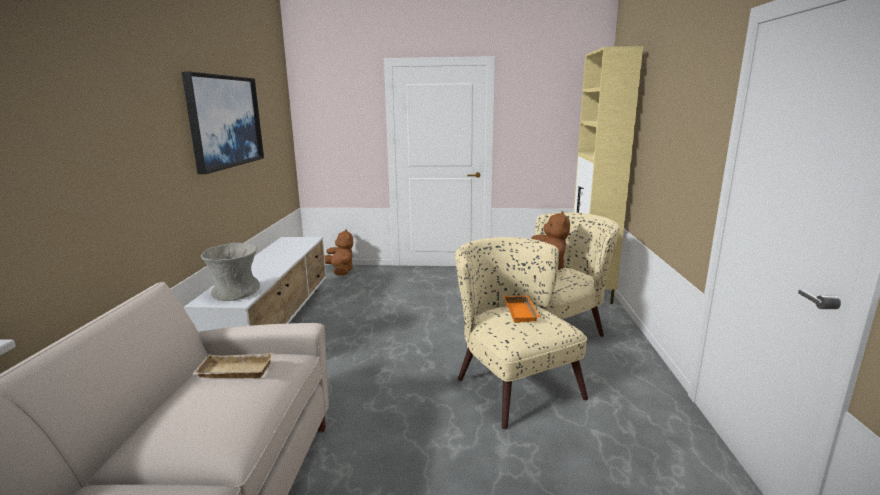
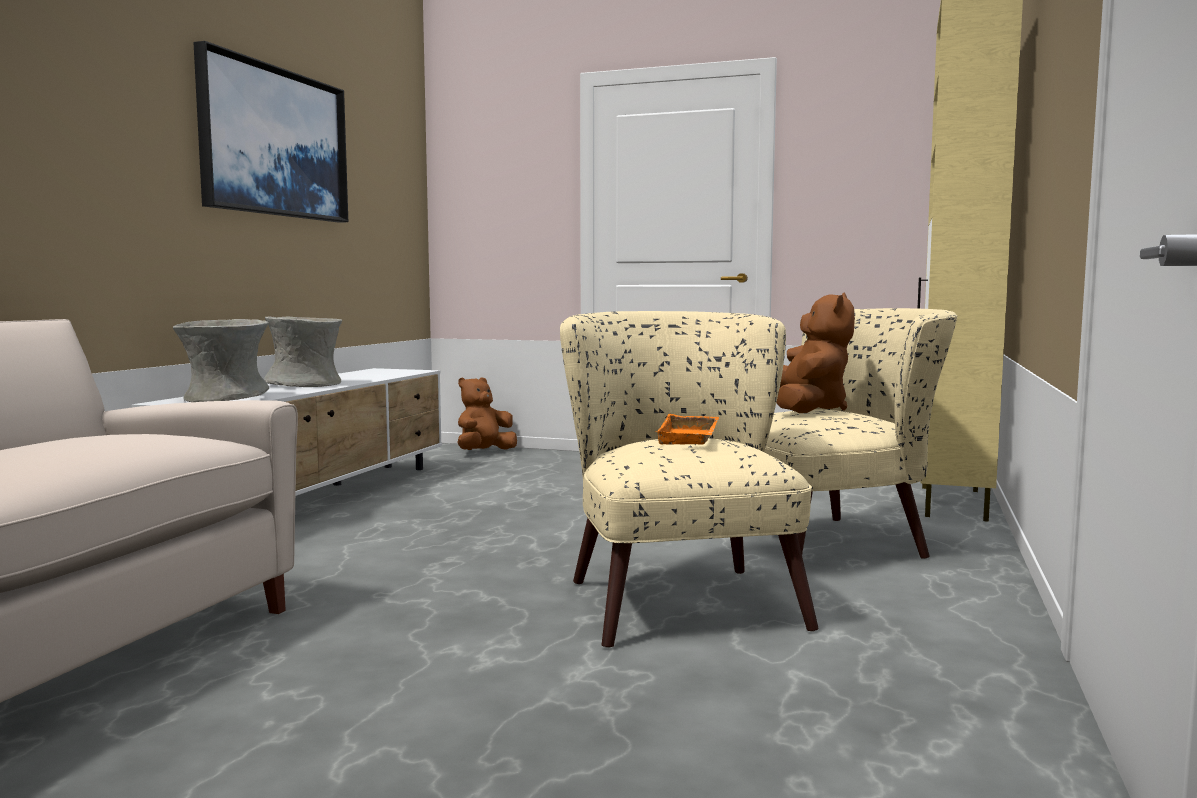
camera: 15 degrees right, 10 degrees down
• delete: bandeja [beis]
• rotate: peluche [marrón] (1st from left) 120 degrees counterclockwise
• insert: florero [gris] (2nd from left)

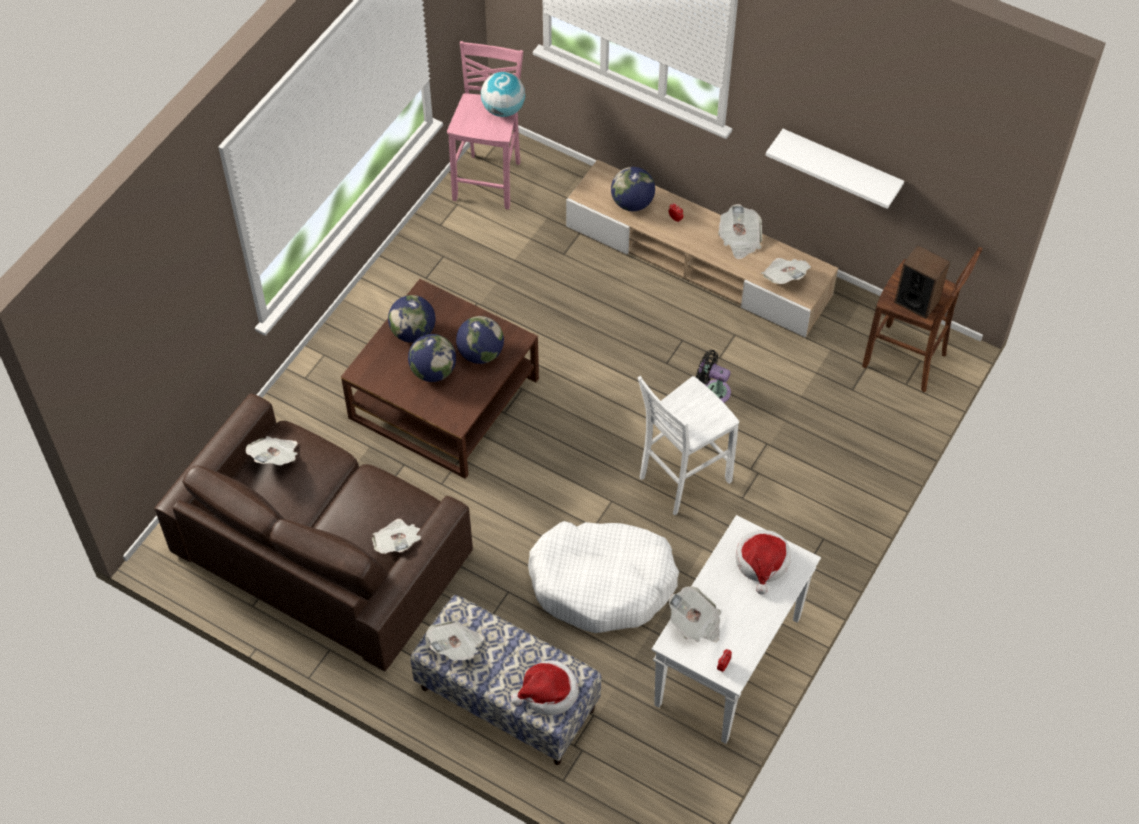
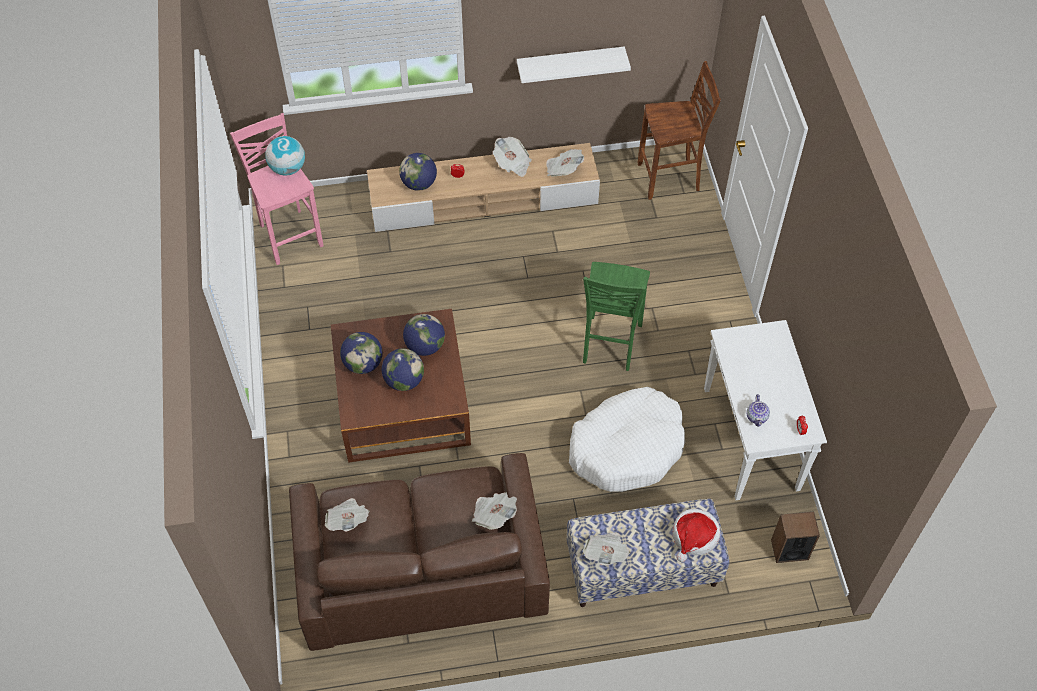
camera: 40 degrees left, 0 degrees up
• recolor: taburete [blanco] to taburete [verde]
• replace: periódico (4th from left) to tetera
• delete: ventilador [negro]
• delete: sombrero (2nd from left)
• move: altavoz

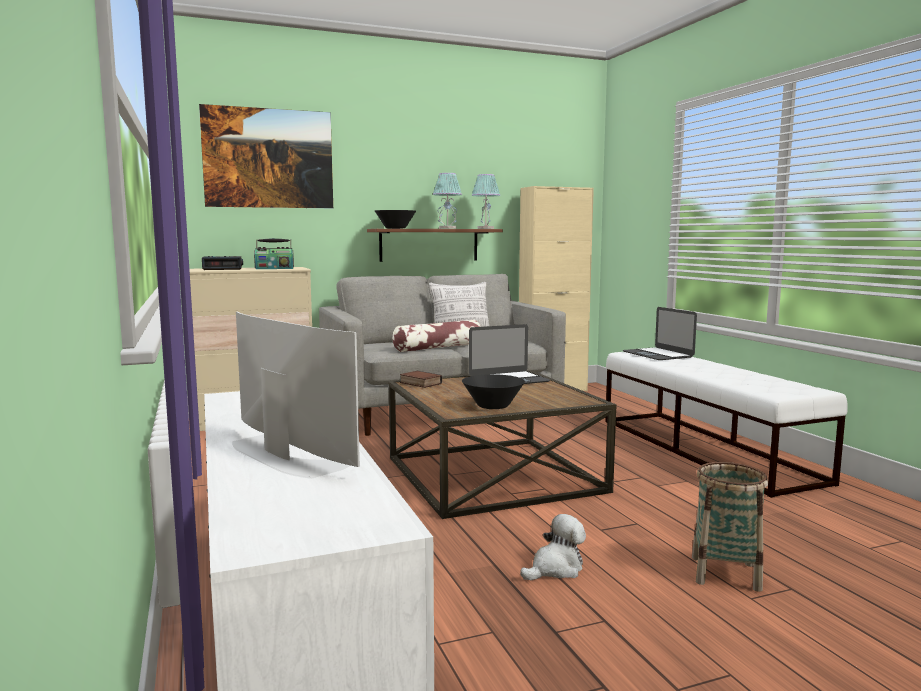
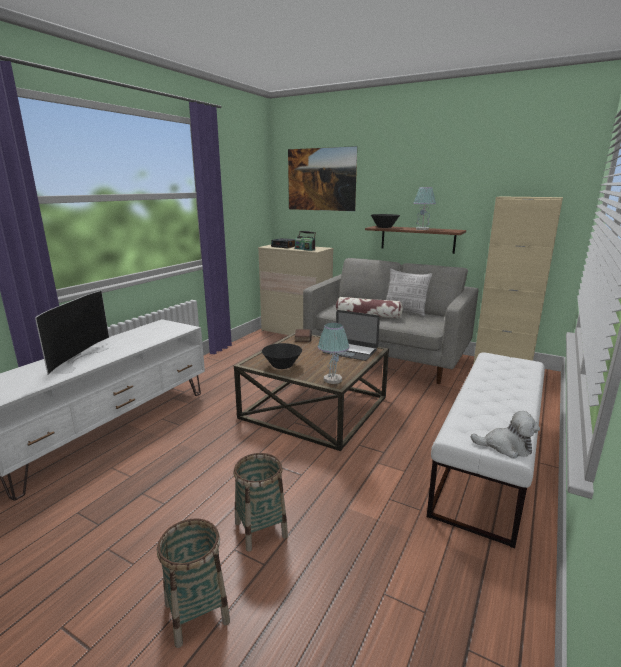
camera: 50 degrees right, 10 degrees up
• move: lámpara de mesa (2nd from left in the first image) to lámpara de mesa (1st from left)
• move: peluche
• delete: portátil (2nd from left)
• insert: cesta (1st from left)

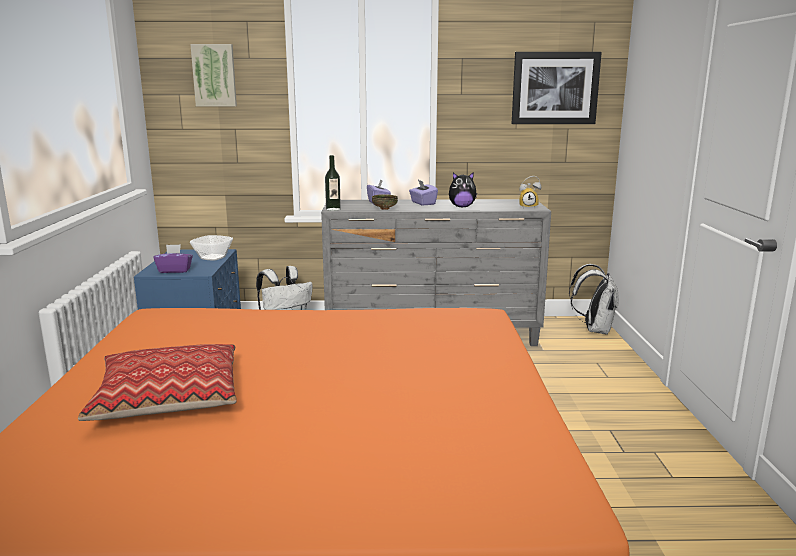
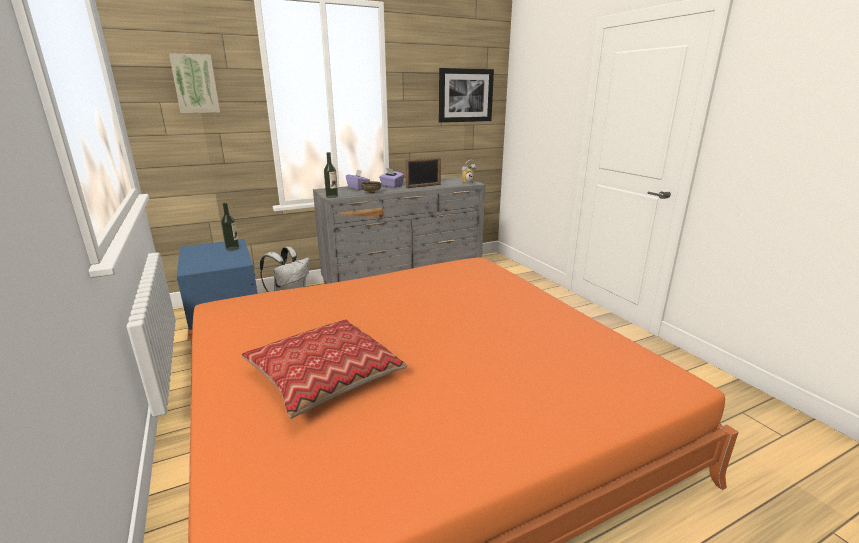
camera: 25 degrees left, 5 degrees up
• delete: caja de pañuelos [morado] (1st from left)
• replace: cuenco (1st from left) to botella (1st from left)
• replace: peluche to portarretratos
• delete: mochila [blanco] (2nd from left)

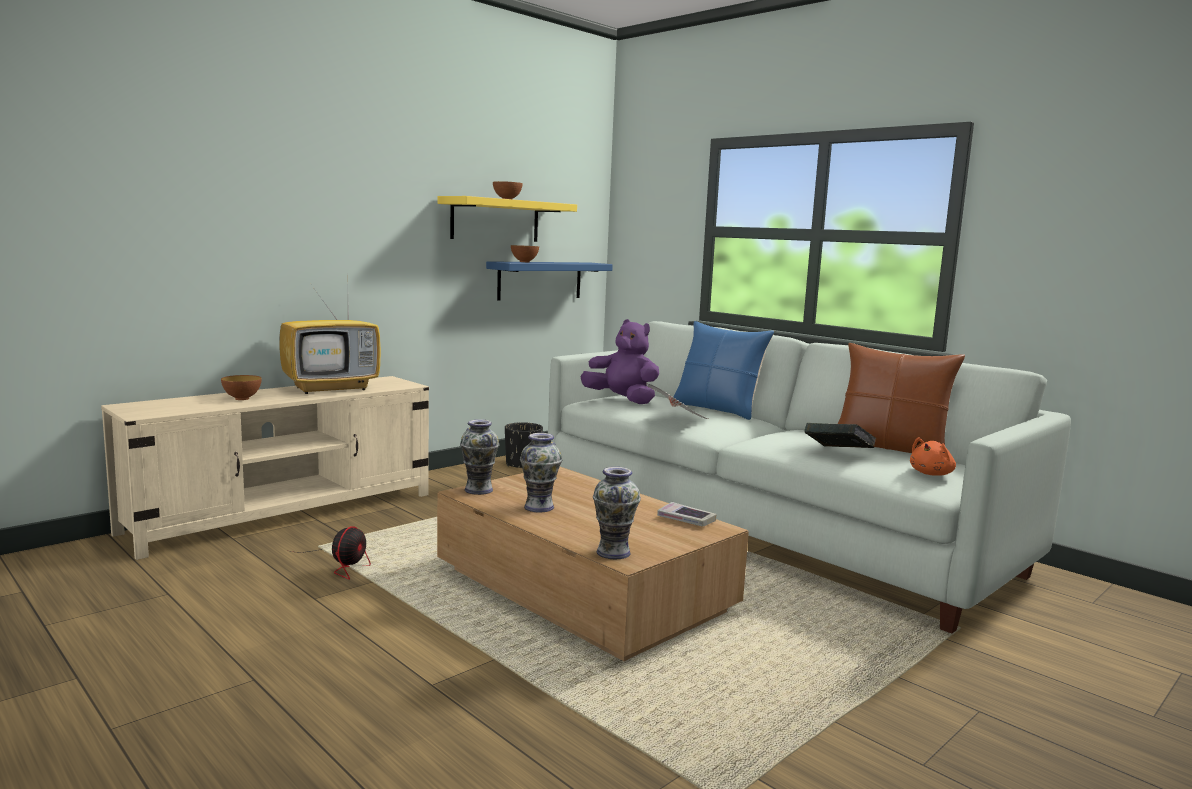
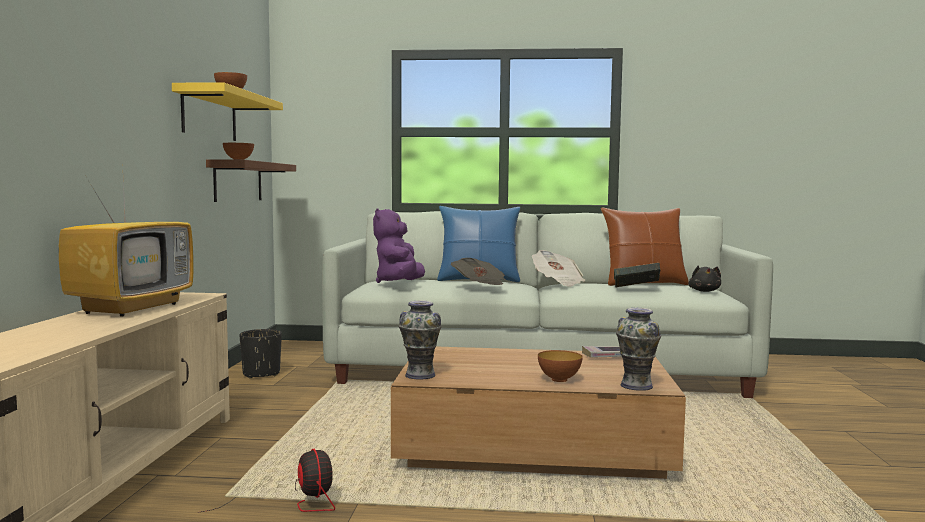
camera: 40 degrees left, 5 degrees down
• move: cuenco (1st from left in the first image) to cuenco (3rd from left)
• recolor: estante [azul] to estante [marrón]
• delete: florero (2nd from left)
• rotate: peluche [morado] 75 degrees counterclockwise
• recolor: peluche [naranja] to peluche [negro]
• insert: periódico (2nd from left)

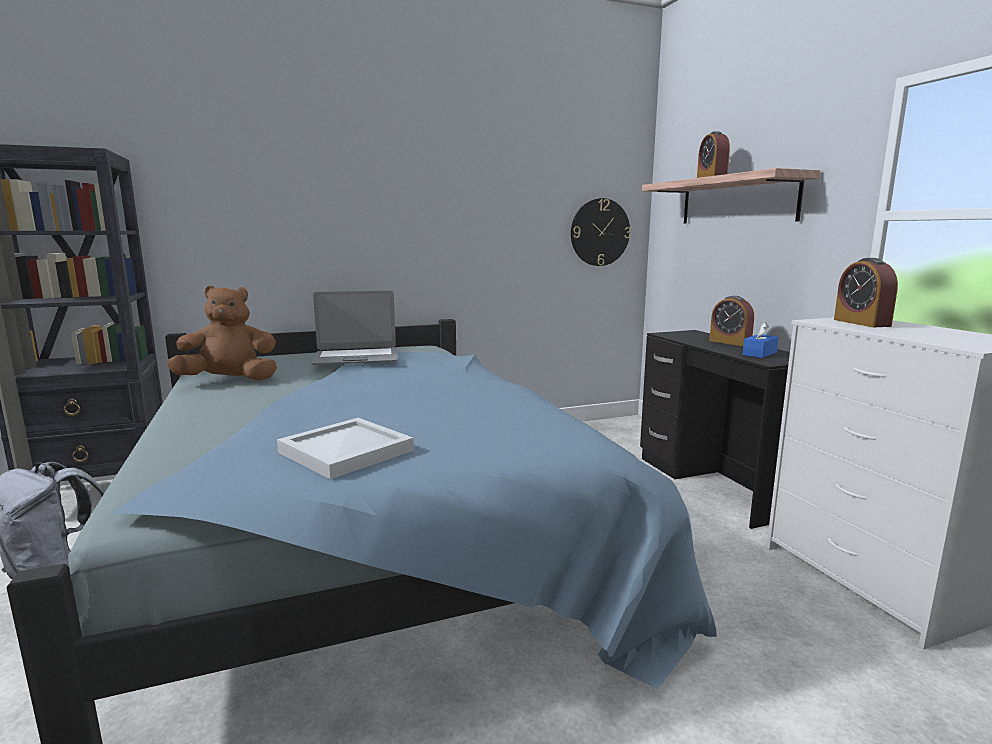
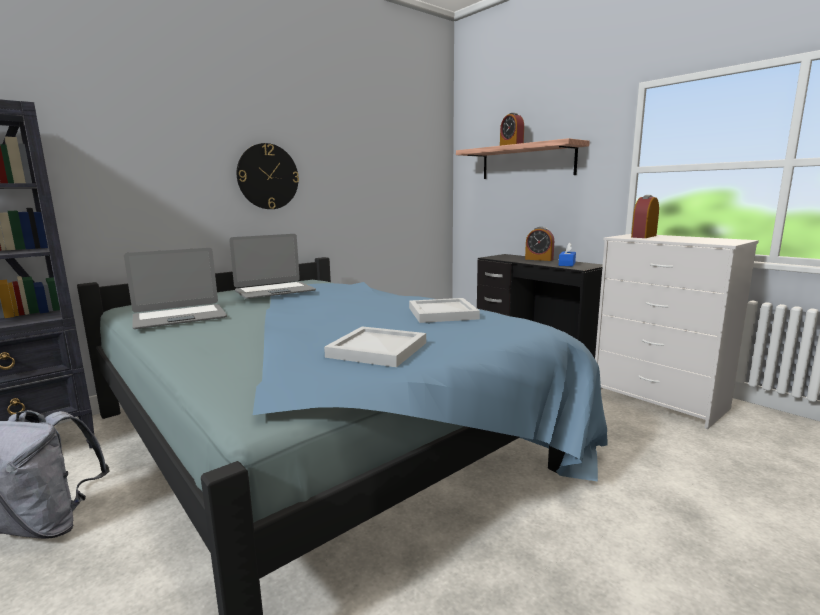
camera: 20 degrees left, 0 degrees up
• replace: peluche [marrón] to portátil (1st from left)
• move: reloj de pared
• rotate: despertador (3rd from left) 75 degrees clockwise
• insert: bandeja [blanco] (2nd from left)

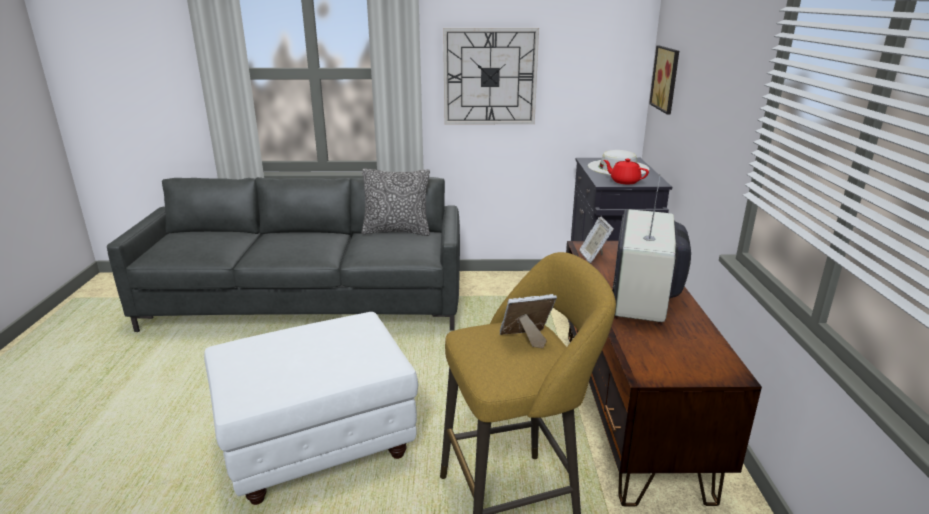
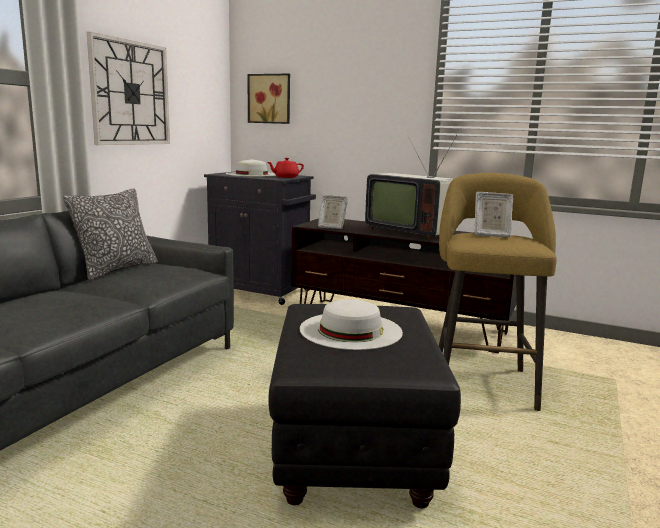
camera: 65 degrees left, 10 degrees down
• recolor: puf [blanco] to puf [negro]
• rotate: portarretratos (1st from left in the first image) 90 degrees counterclockwise
• insert: sombrero [blanco] (2nd from left)

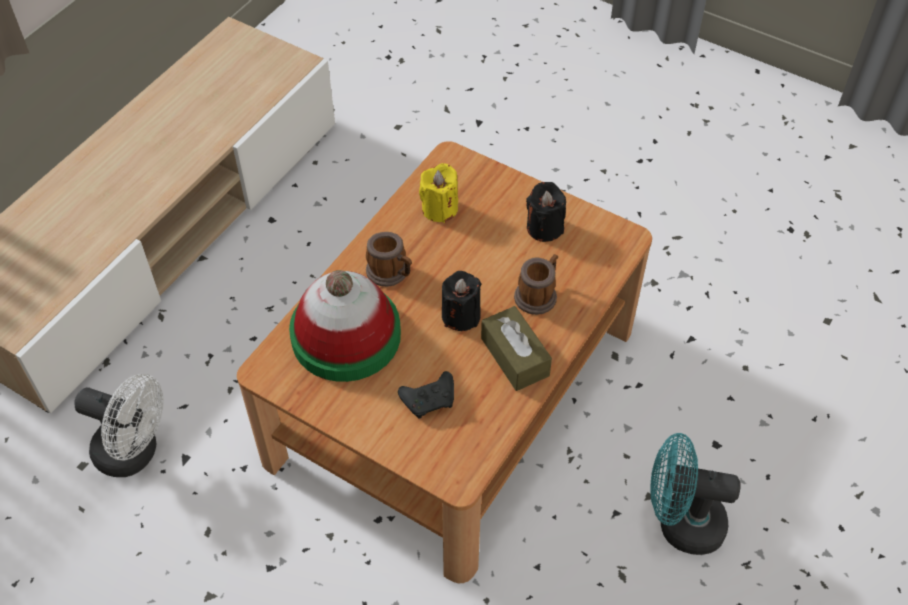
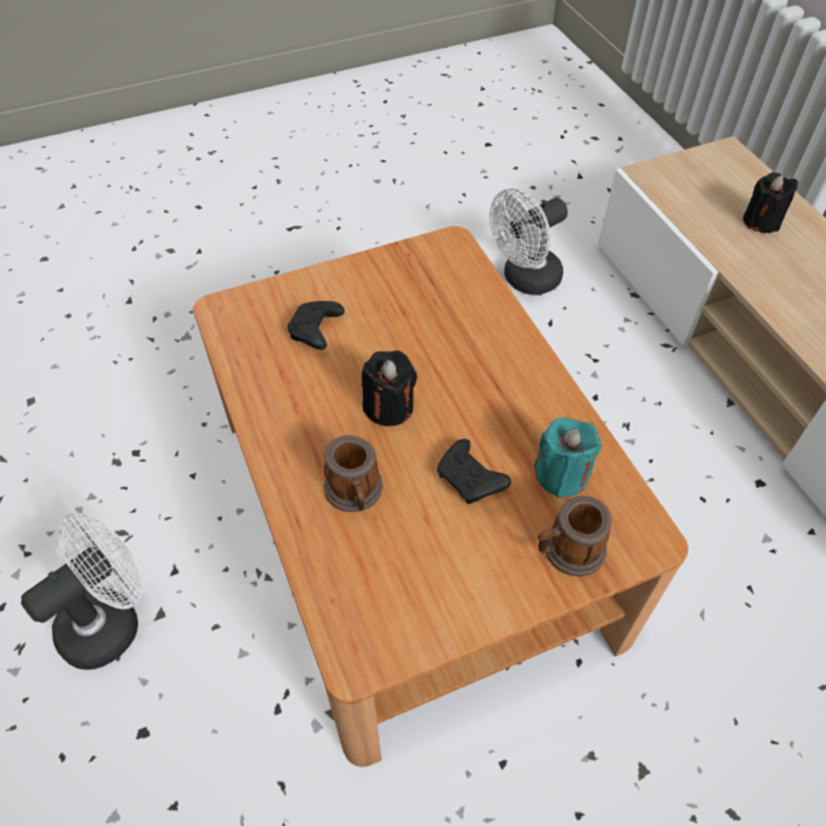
camera: 125 degrees right, 0 degrees up
• delete: sombrero
• move: taza grande (1st from left in the first image) to taza grande (2nd from left)
• recolor: vela [amarillo] to vela [turquesa]
• delete: caja de pañuelos [marrón]
• move: vela [negro] (2nd from left)
• recolor: ventilador [turquesa] to ventilador [blanco] (1st from left)
• insert: mando de consola [negro] (2nd from left)

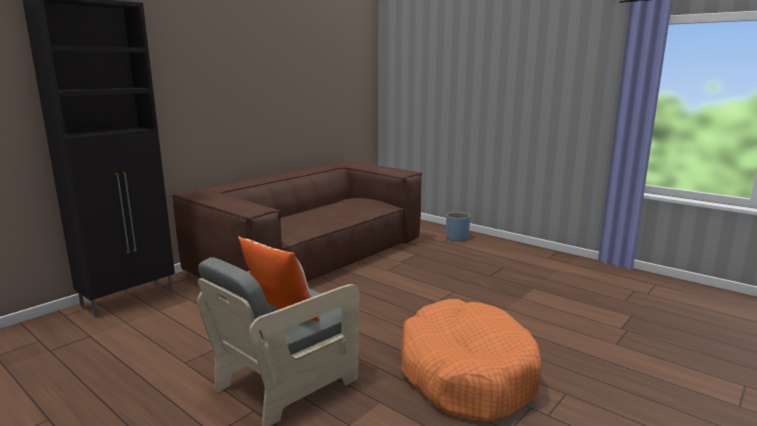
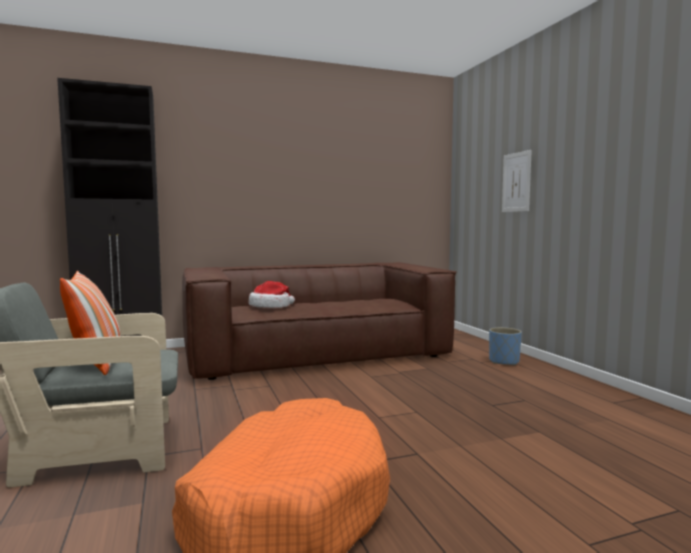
camera: 30 degrees right, 10 degrees down
• insert: sombrero
• insert: cuadro

